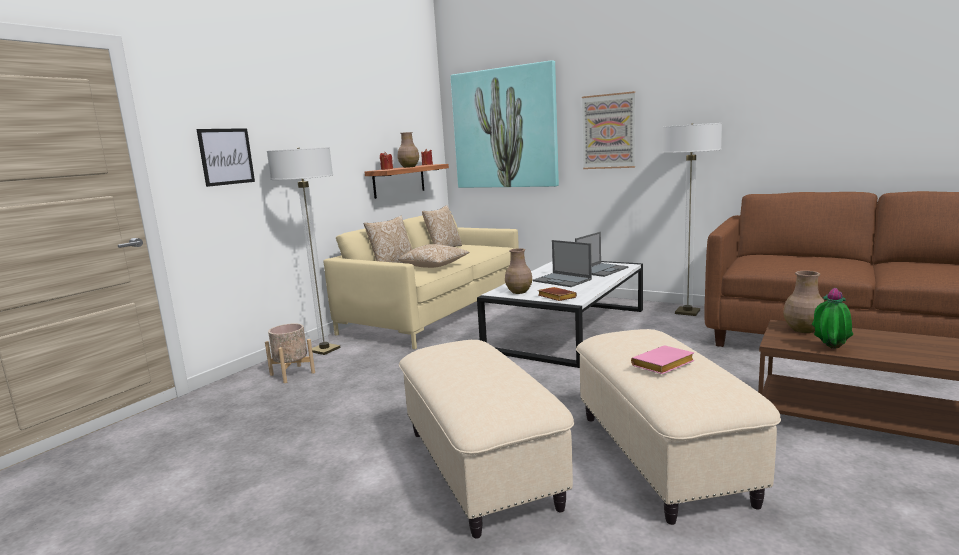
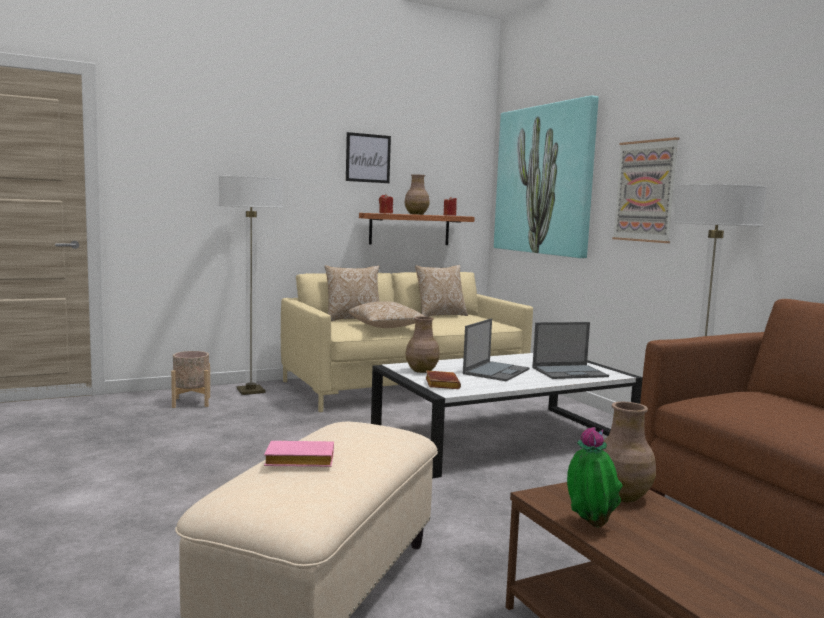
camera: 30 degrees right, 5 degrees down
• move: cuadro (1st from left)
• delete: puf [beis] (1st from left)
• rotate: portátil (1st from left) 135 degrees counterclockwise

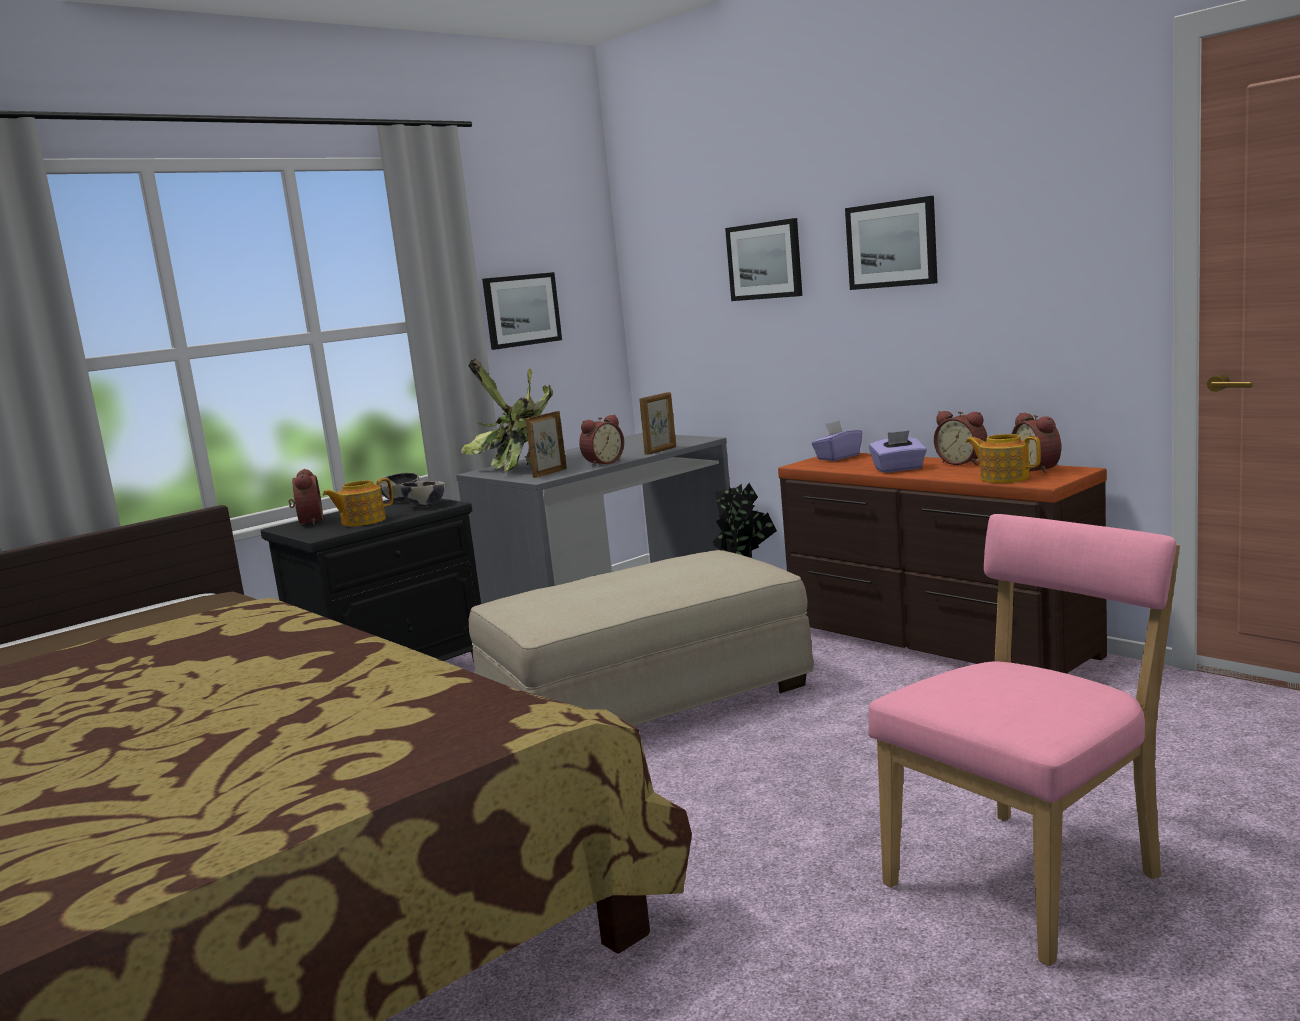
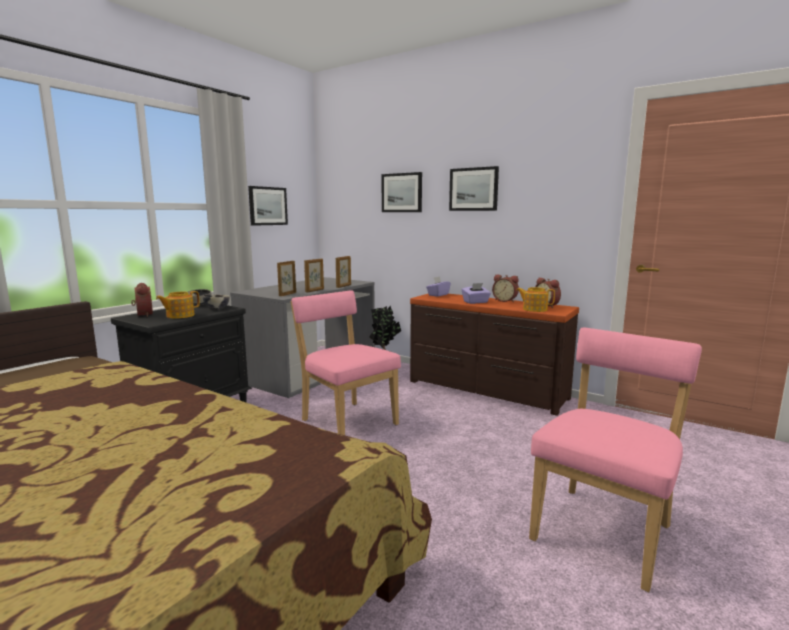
camera: 15 degrees left, 0 degrees up
• delete: planta en maceta (1st from left)
• replace: puf [beis] to silla [rosa] (1st from left)
• replace: despertador (2nd from left) to portarretratos (2nd from left)

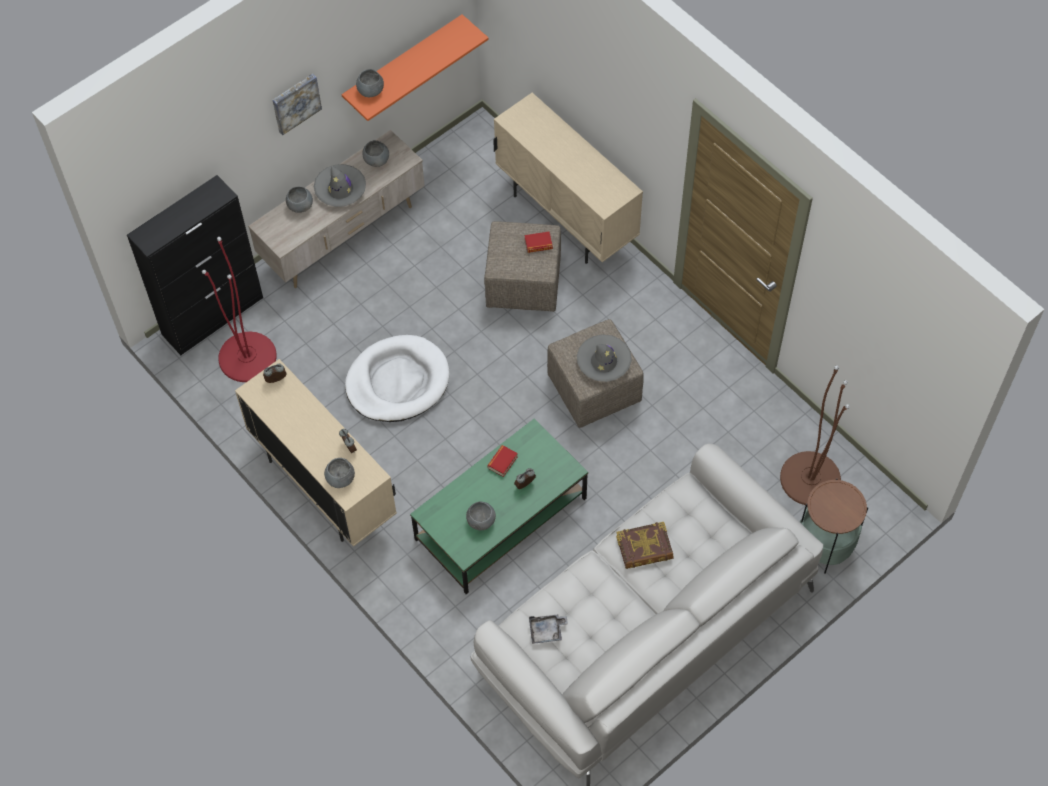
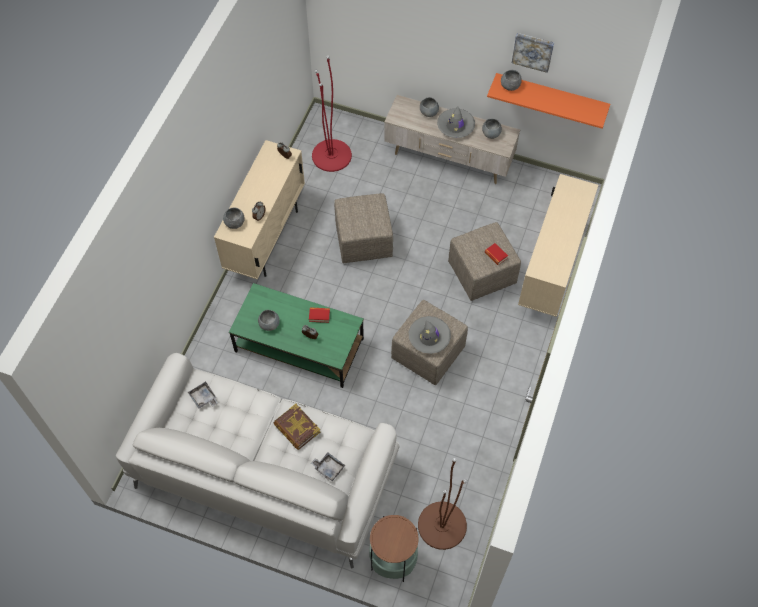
camera: 60 degrees right, 0 degrees up
• delete: armario [negro]
• move: cuadro
• replace: cama para perro [blanco] to puf [beis] (1st from left)
• insert: bandeja [gris] (2nd from left)

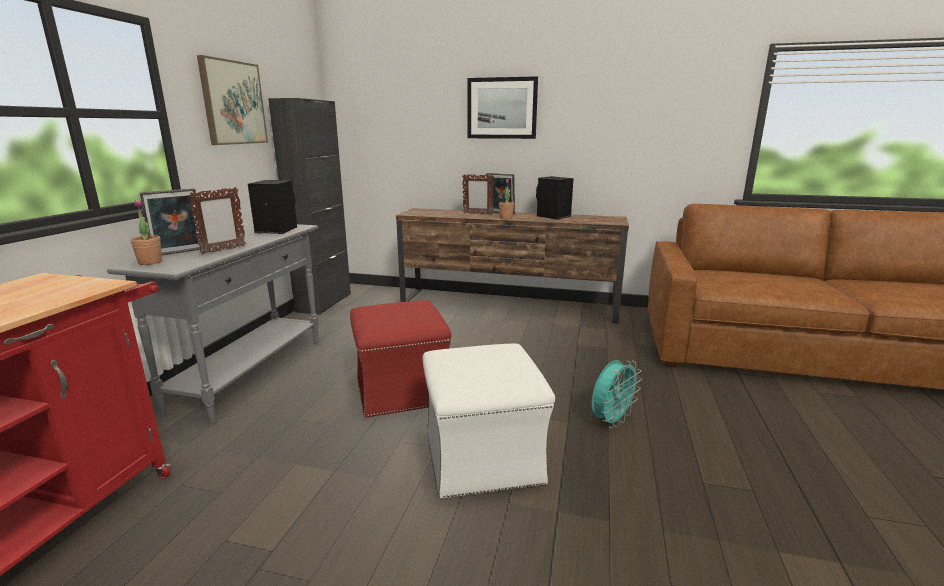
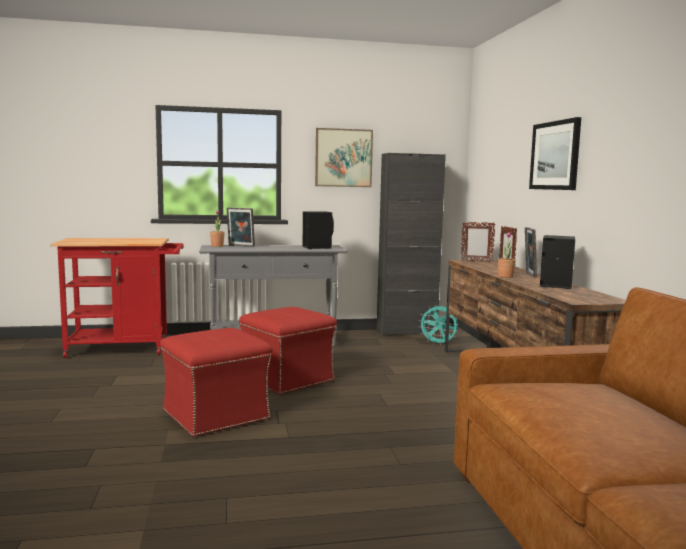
camera: 65 degrees right, 10 degrees down
• move: portarretratos (2nd from left)
• recolor: puf [blanco] to puf [rojo] (1st from left)
• move: ventilador [turquesa]

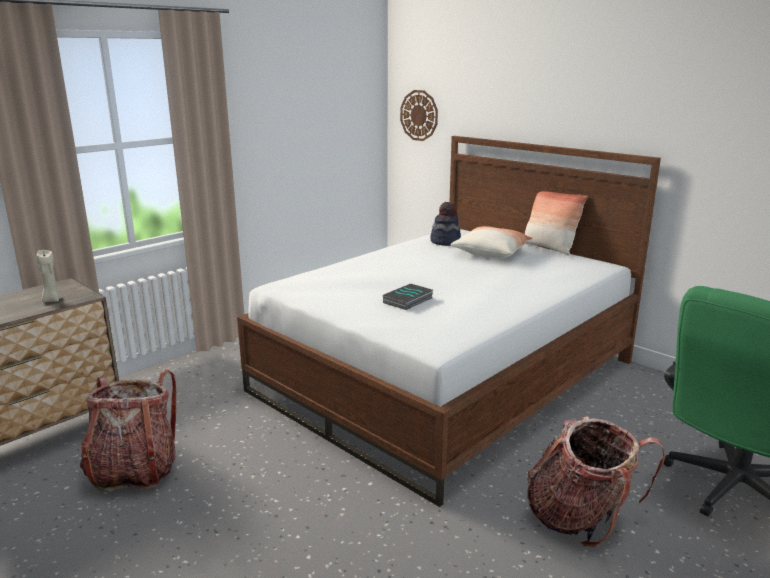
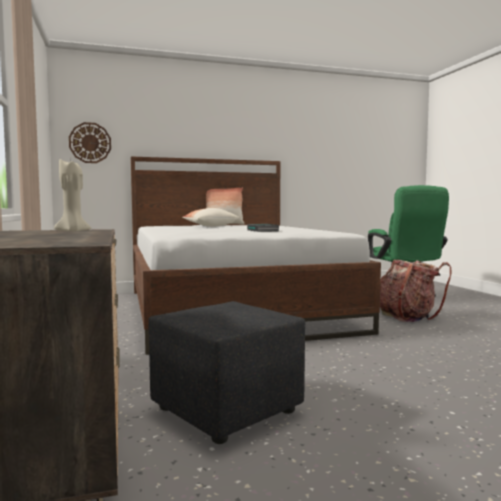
camera: 60 degrees left, 15 degrees down
• replace: mochila (1st from left) to puf [negro]
• delete: sombrero

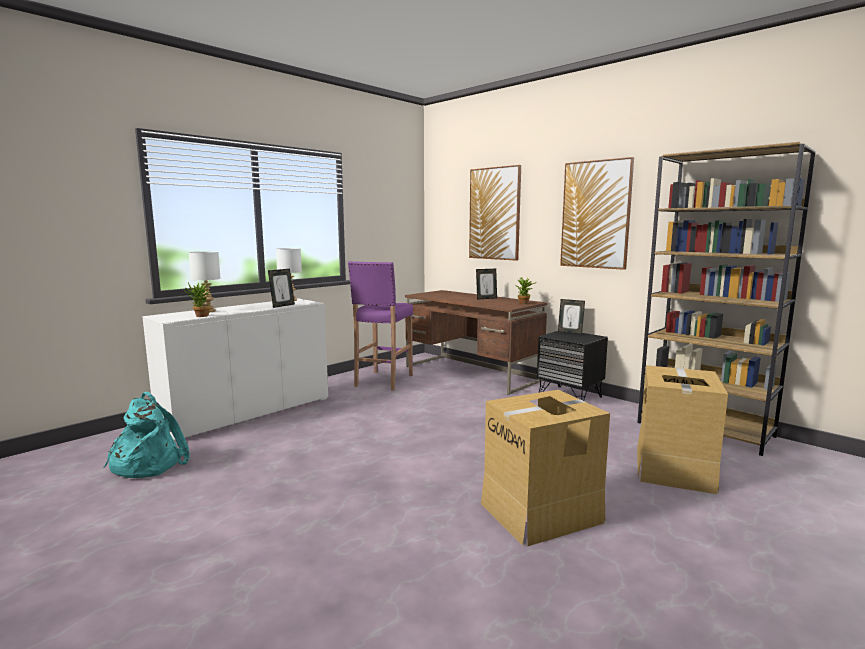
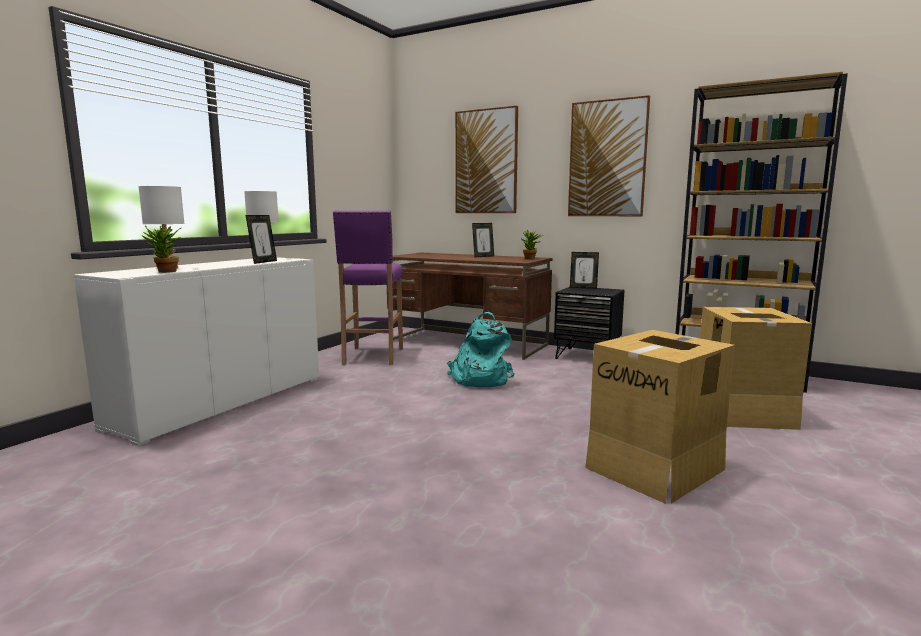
camera: 15 degrees left, 0 degrees up
• move: mochila [turquesa]

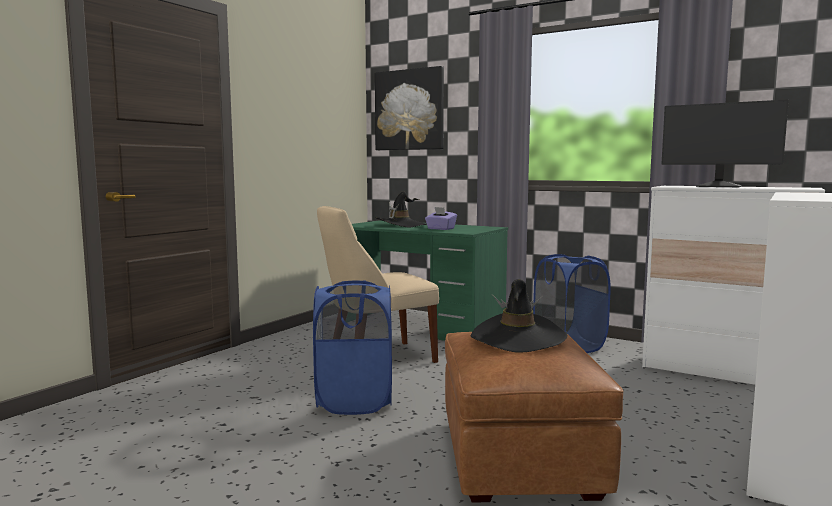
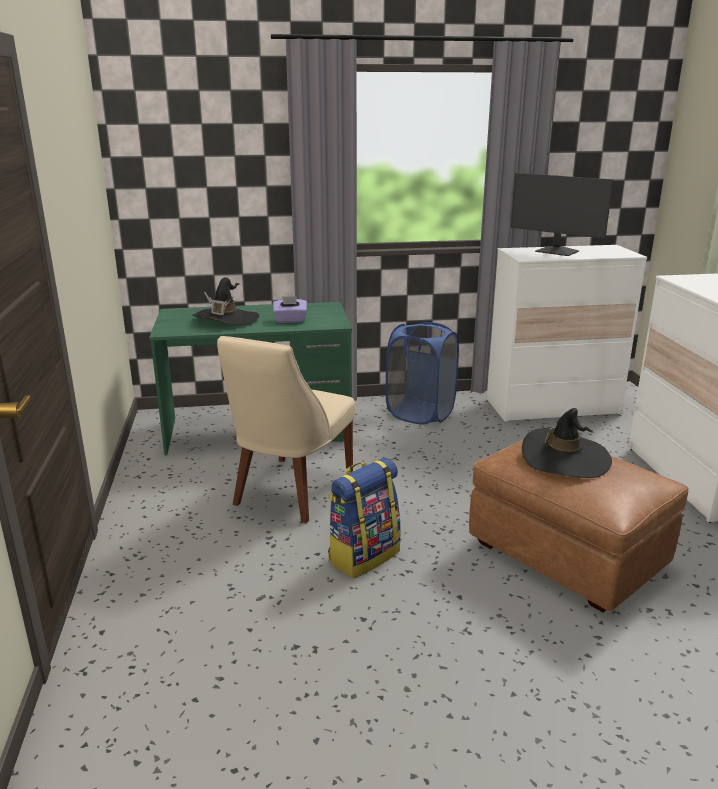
camera: 40 degrees left, 15 degrees up
• replace: cesto de la ropa [azul] (1st from left) to mochila
• delete: cuadro
• rotate: monitor 45 degrees clockwise

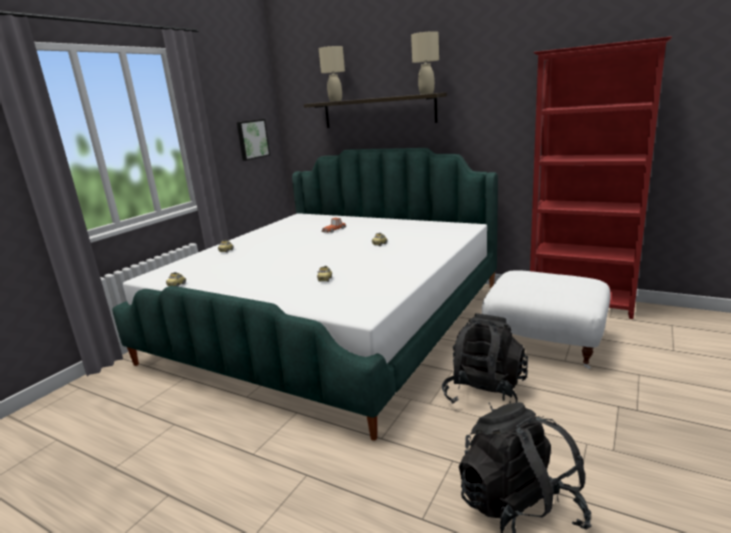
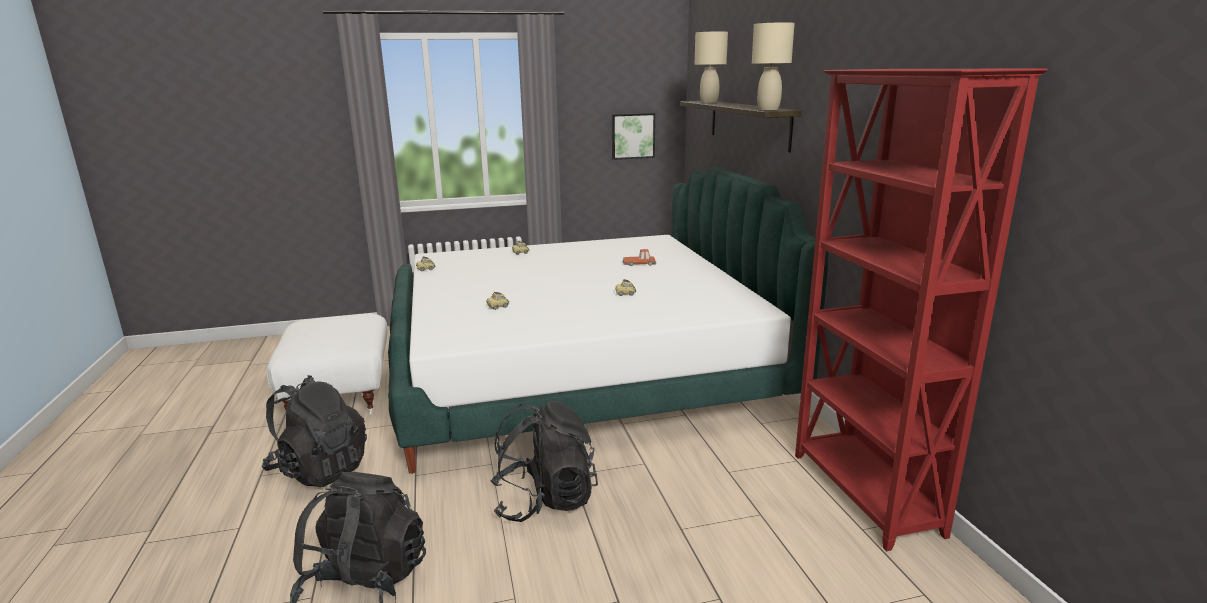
camera: 45 degrees right, 0 degrees up
• move: puf [blanco]
• insert: mochila [negro] (1st from left)

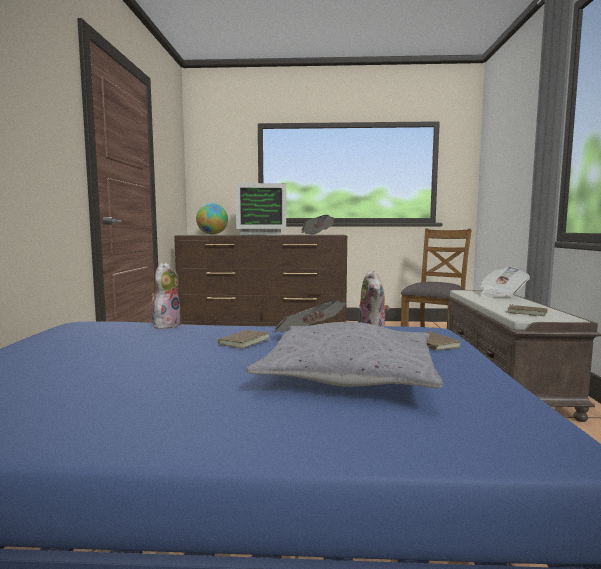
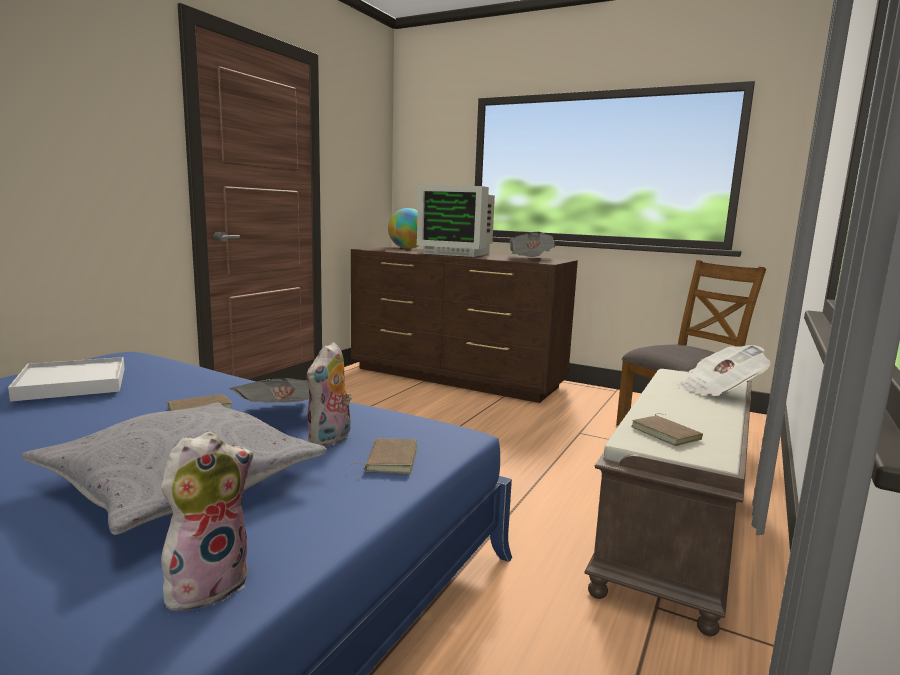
camera: 25 degrees right, 5 degrees up
• move: peluche (1st from left)
• insert: bandeja [blanco]

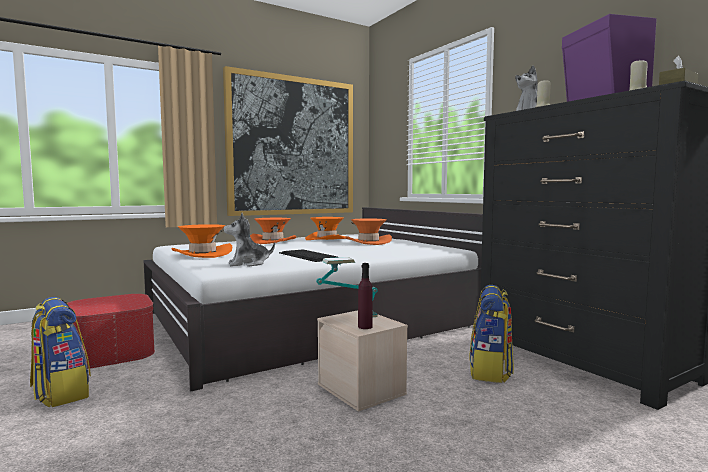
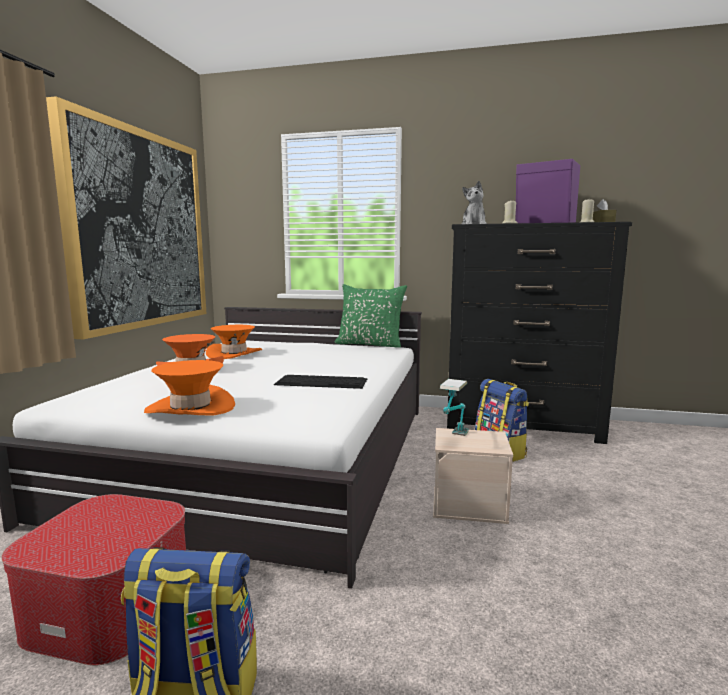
camera: 45 degrees left, 5 degrees up
• delete: peluche (1st from left)
• delete: sombrero [naranja] (4th from left)
• delete: botella [morado]
• insert: cojín [verde]

